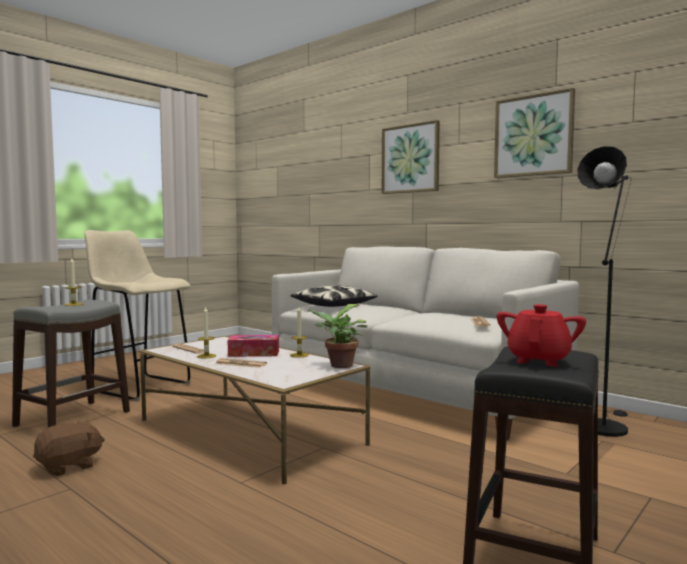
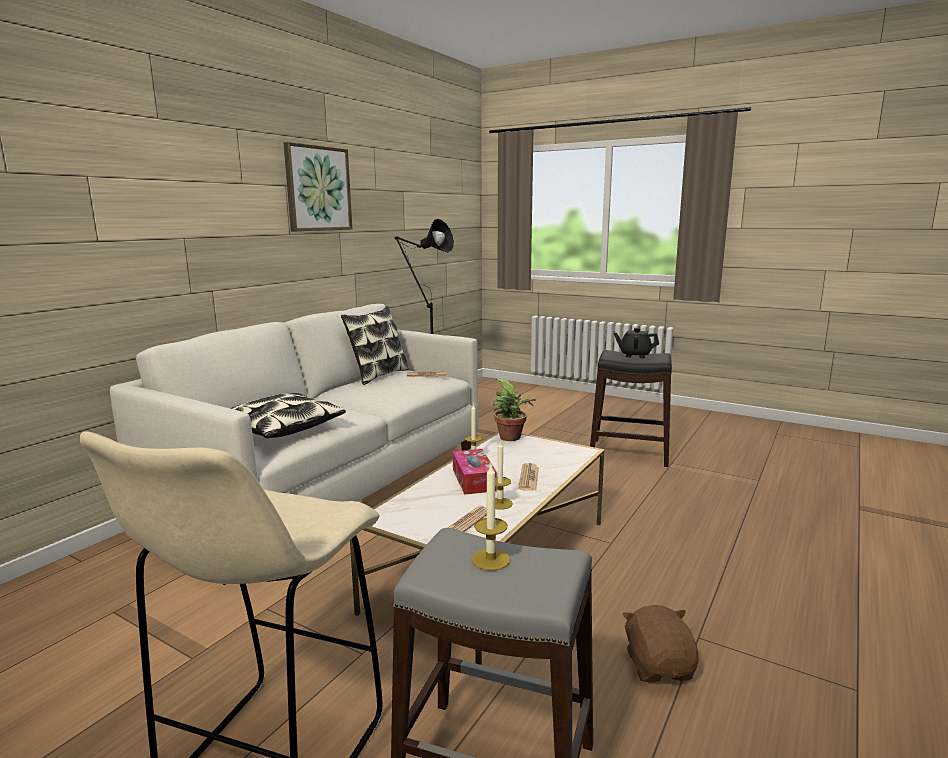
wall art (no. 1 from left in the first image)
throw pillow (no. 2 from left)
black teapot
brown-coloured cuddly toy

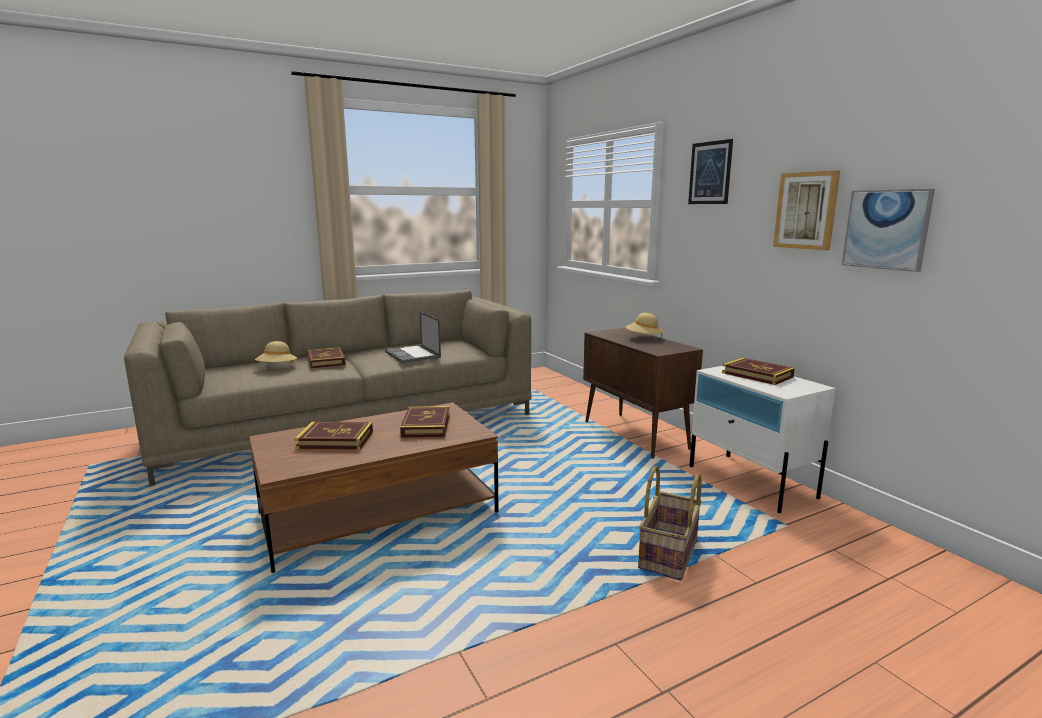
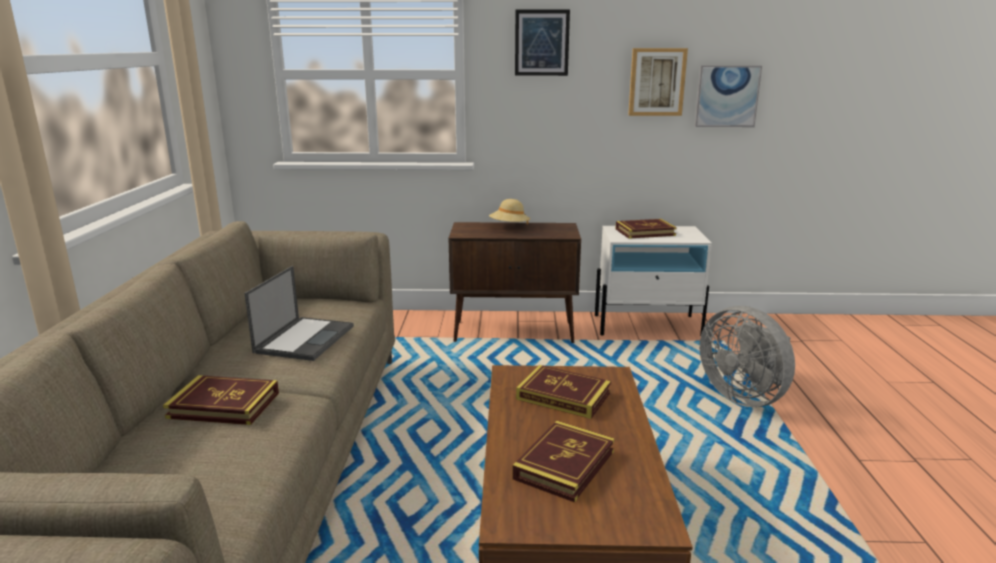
sand-coloured wearable hat (no. 1 from left in the first image)
gray cooling fan
portable computer

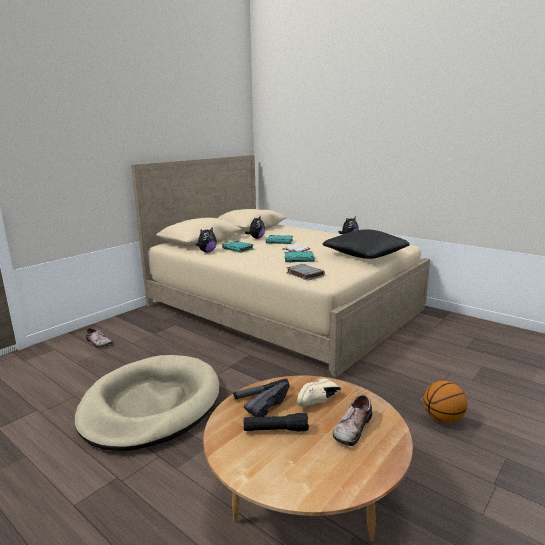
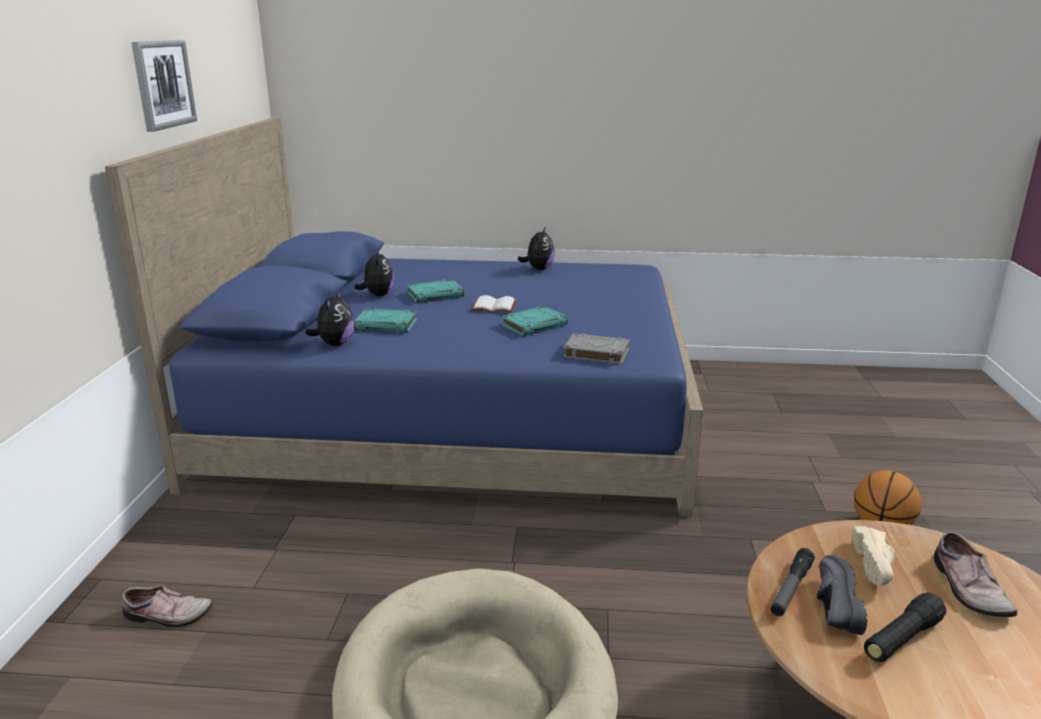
black throw pillow
wall art
blue bedroom bed

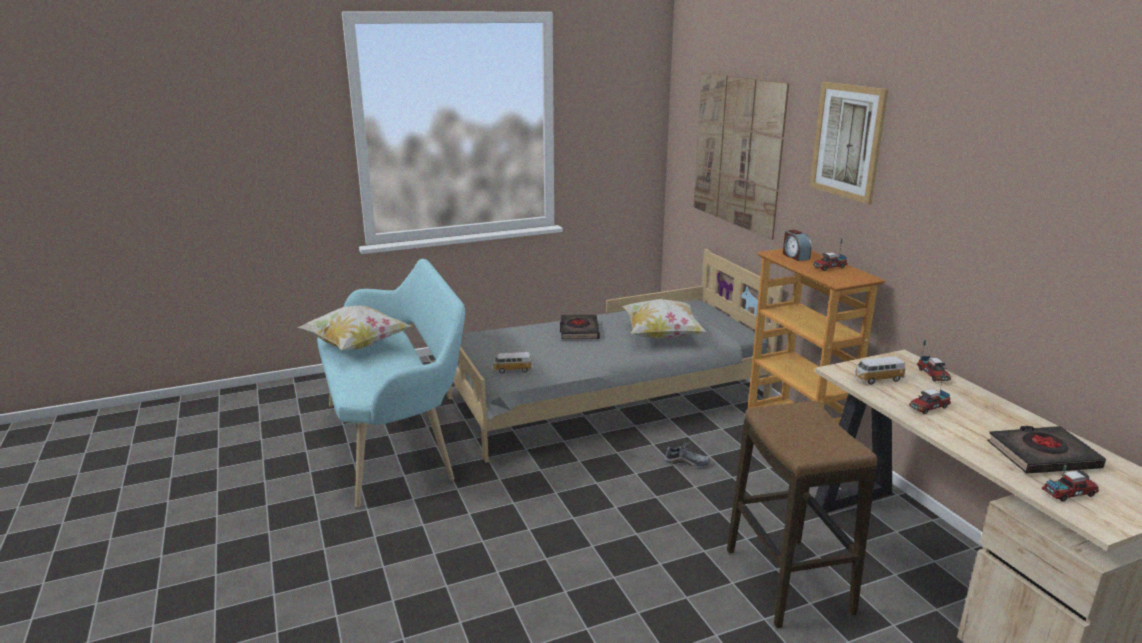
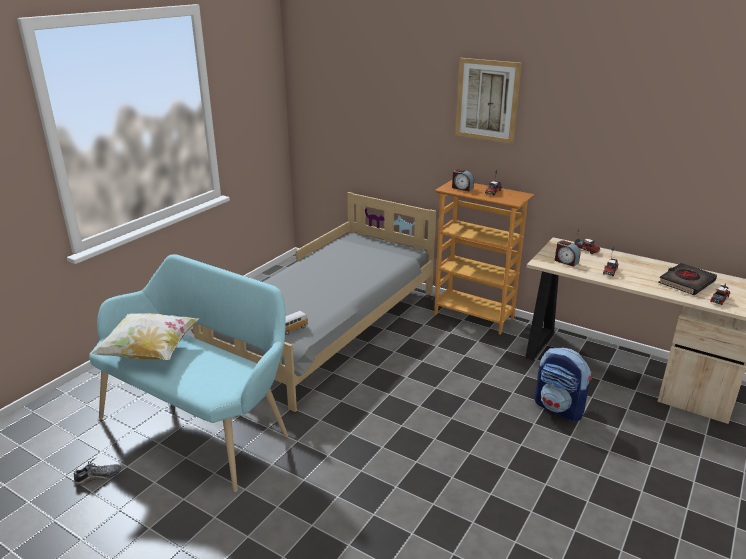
black bound book (no. 1 from left in the first image)
throw pillow (no. 2 from left in the first image)
wall art (no. 1 from left in the first image)
item of footwear
backpack
alarm clock (no. 2 from left)

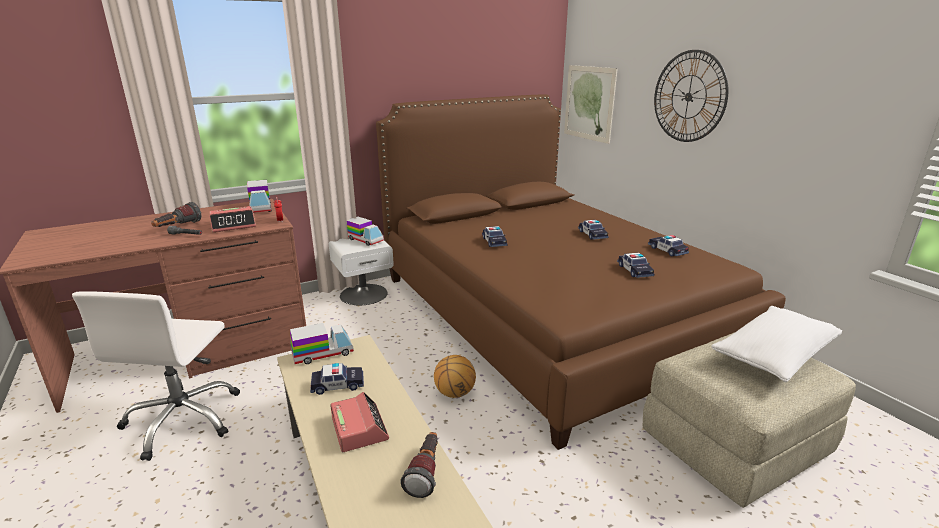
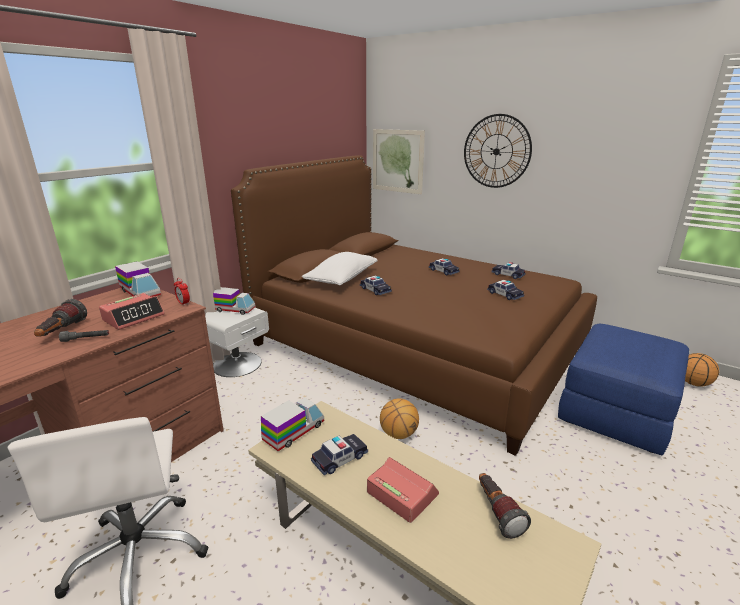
ball for basketball (no. 2 from left)
whitish throw pillow
blue footrest

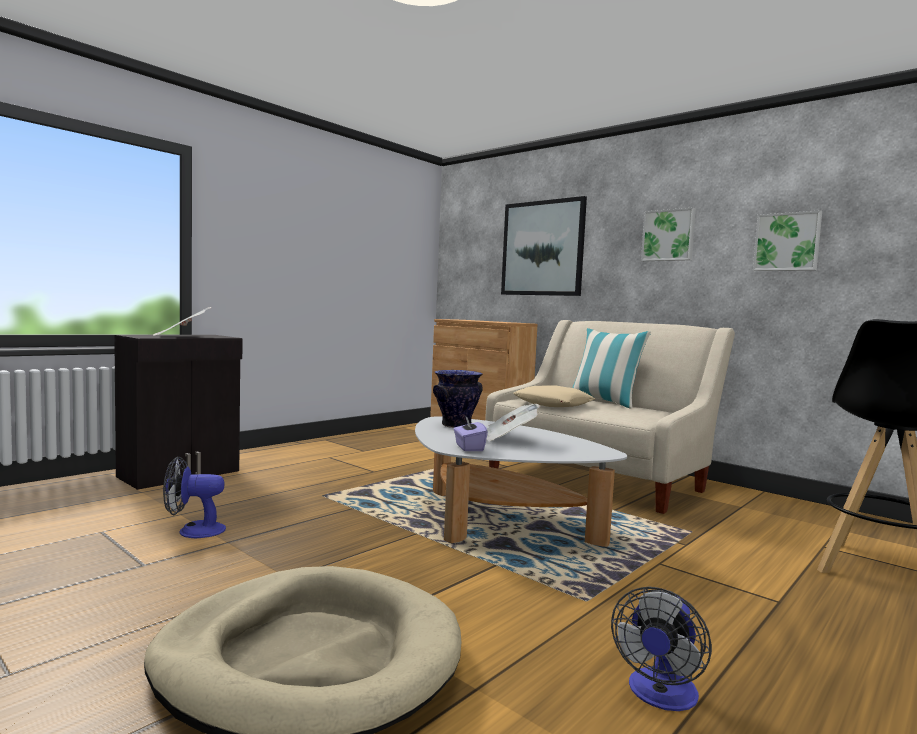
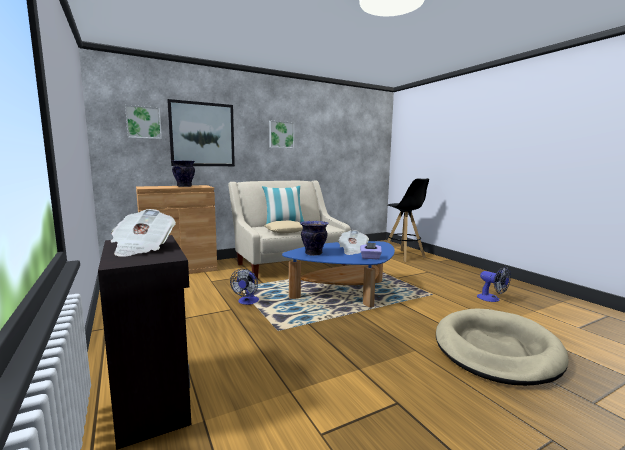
vase (no. 1 from left)
cooling fan (no. 1 from left)
wall art (no. 1 from left)
blue lounge table

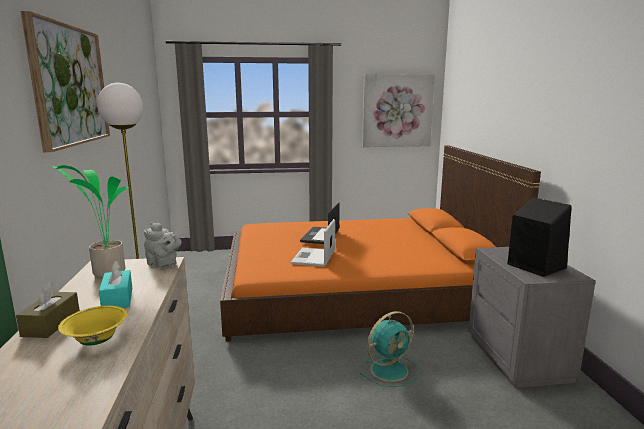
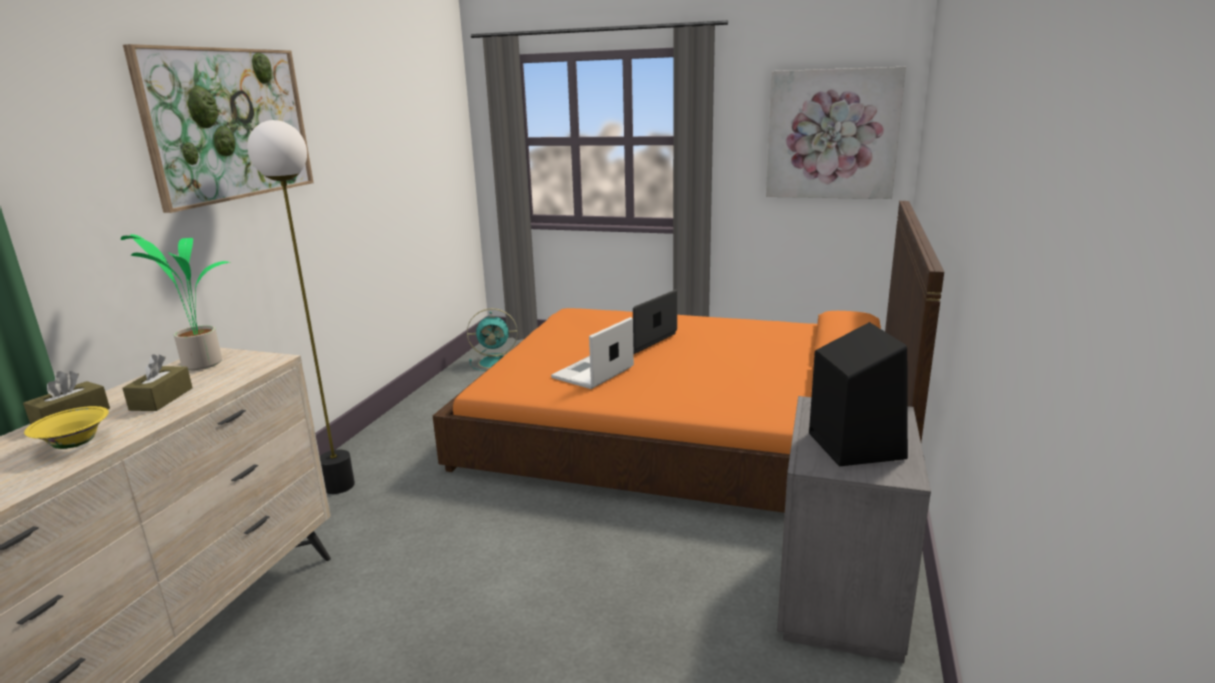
gray teapot
turquoise cooling fan
brown-coloured tissue holder (no. 2 from left)

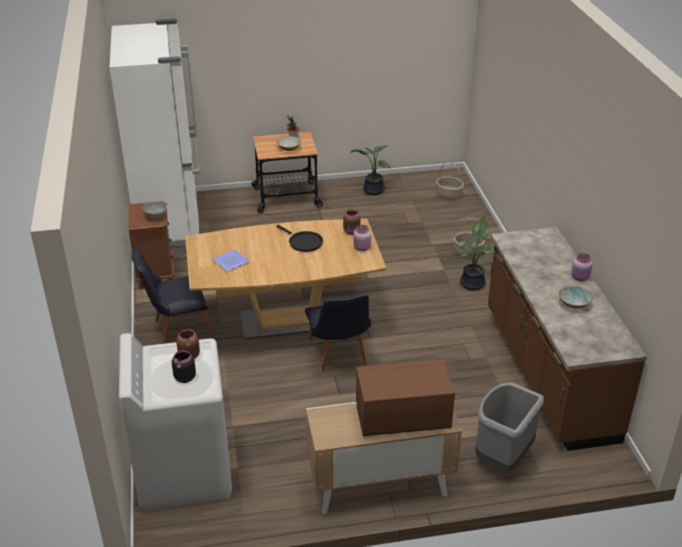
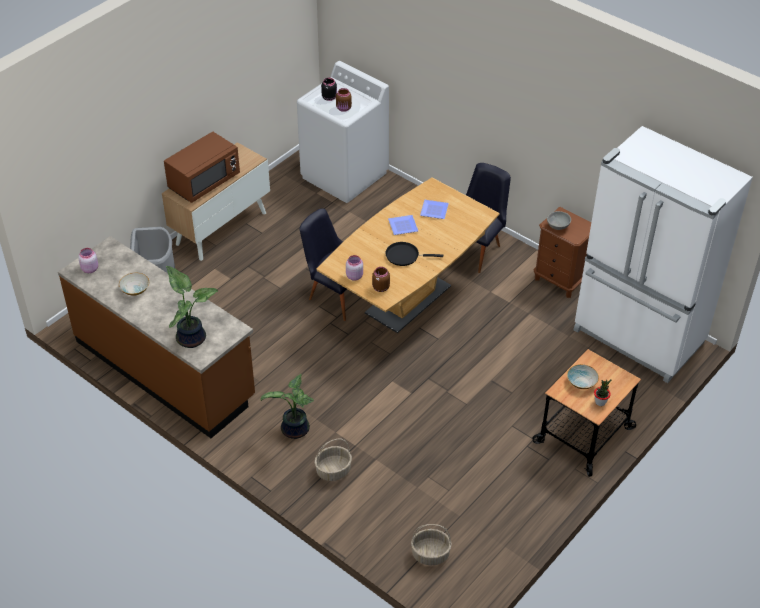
plate (no. 1 from left)
potted plant (no. 1 from left)
pink-coloured jar (no. 1 from left)

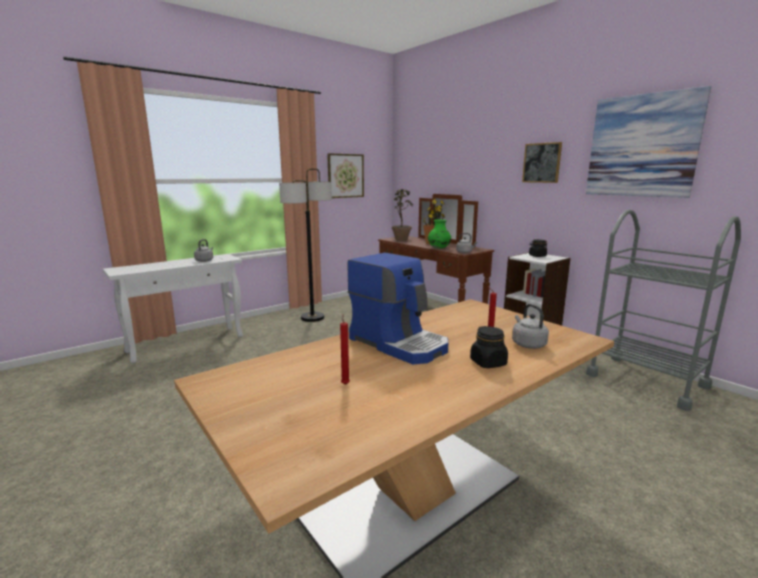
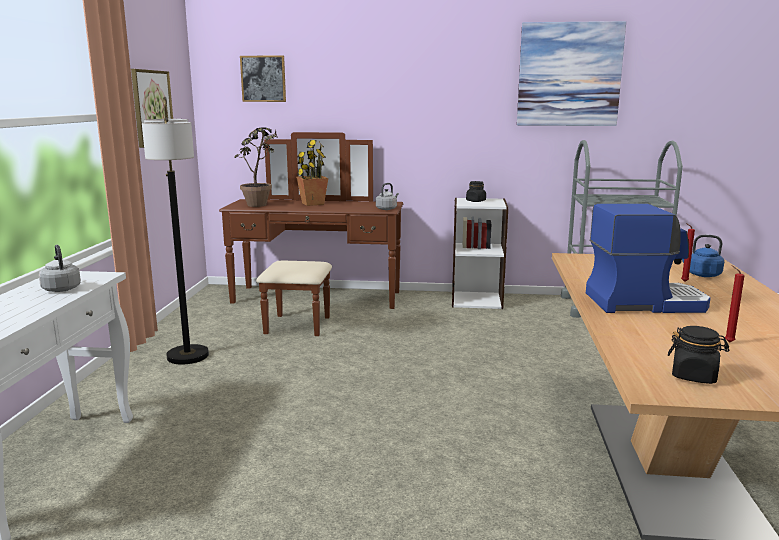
green-coloured vase
black jar (no. 2 from left)
wall art (no. 2 from left)
blue tea kettle

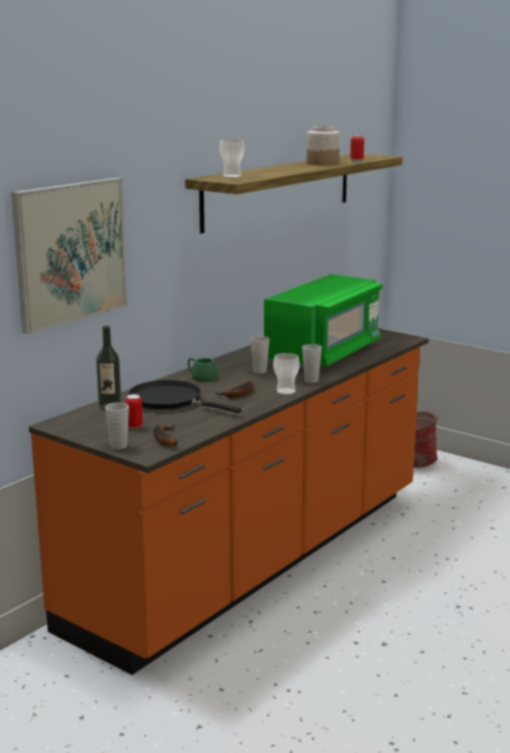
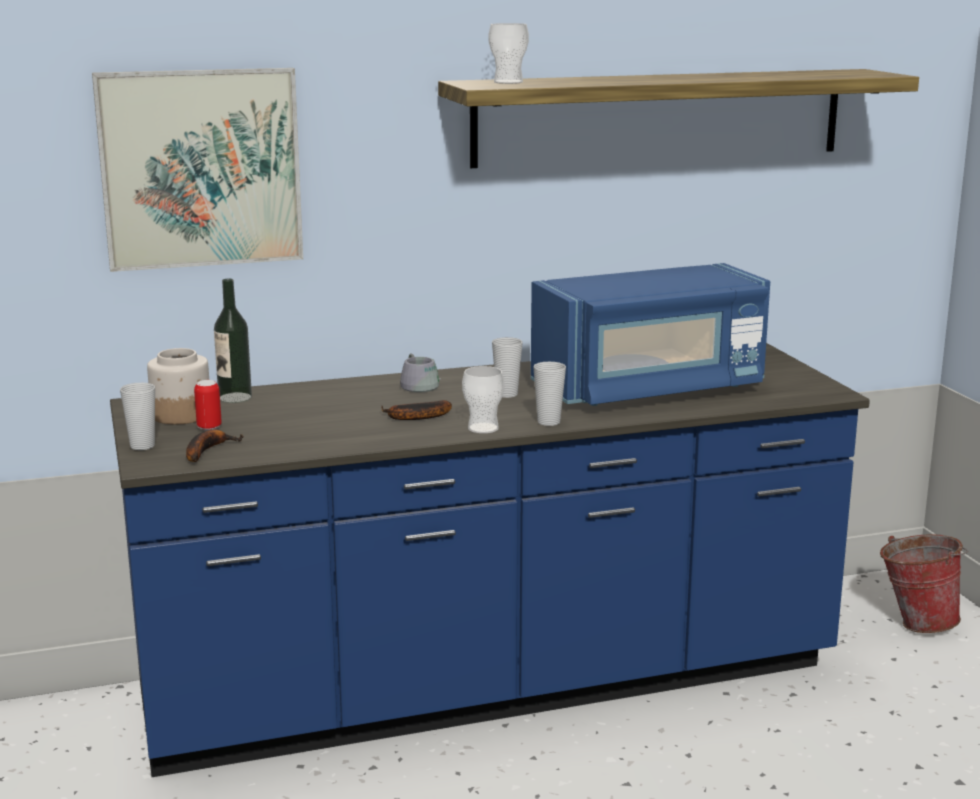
black skillet
metal can (no. 2 from left in the first image)
jar
blue kitchen base unit
gray coffee mug
blue microwave oven

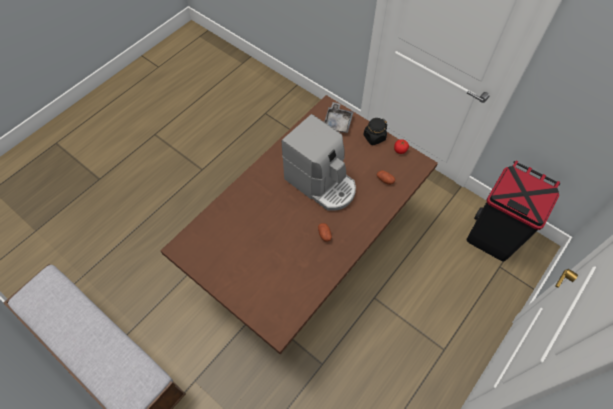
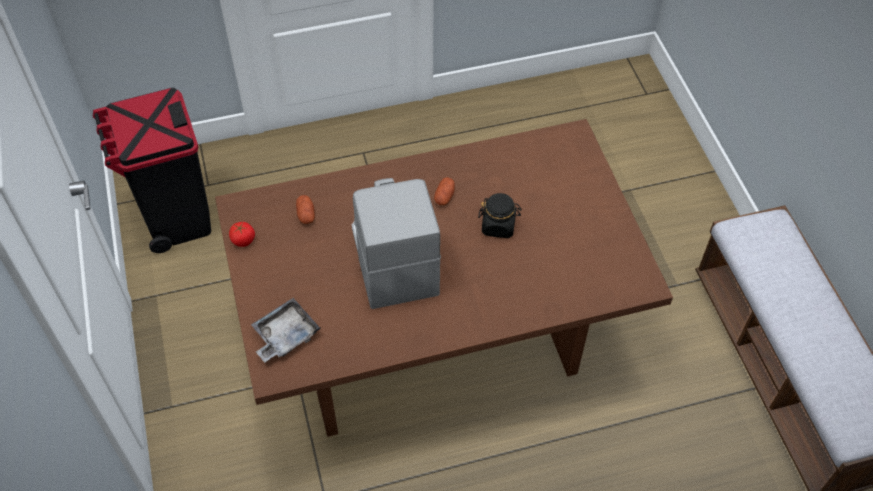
black jar

